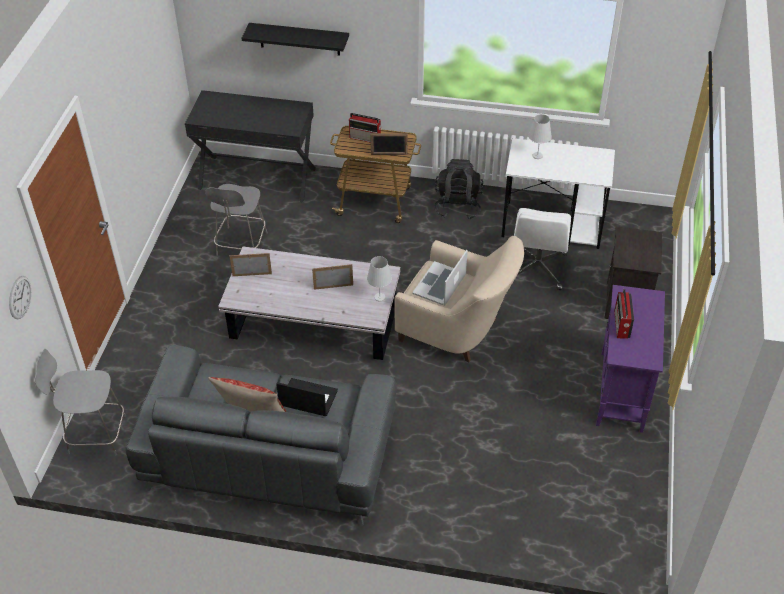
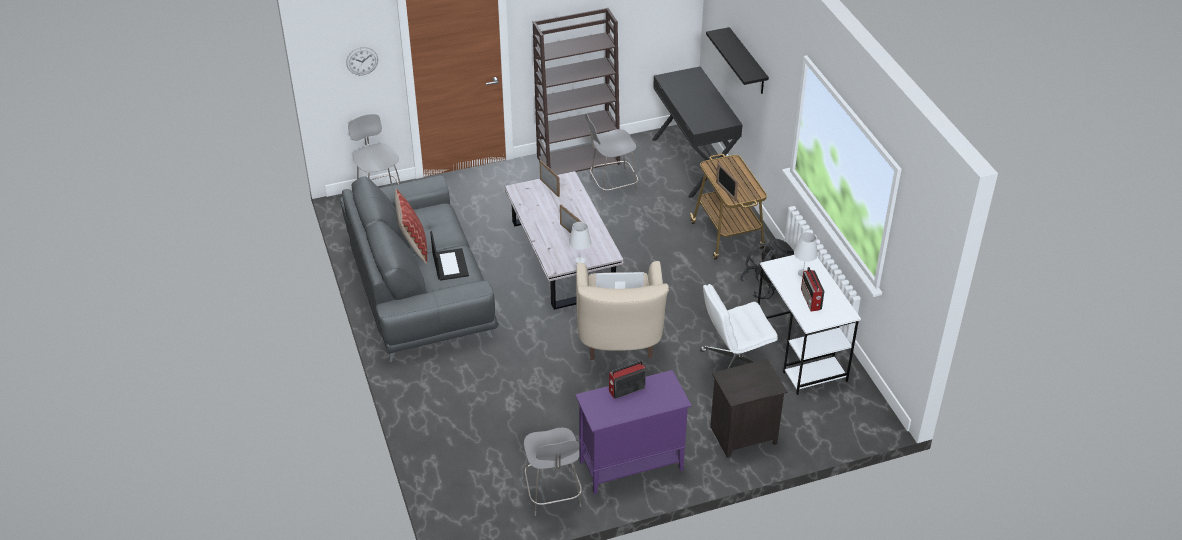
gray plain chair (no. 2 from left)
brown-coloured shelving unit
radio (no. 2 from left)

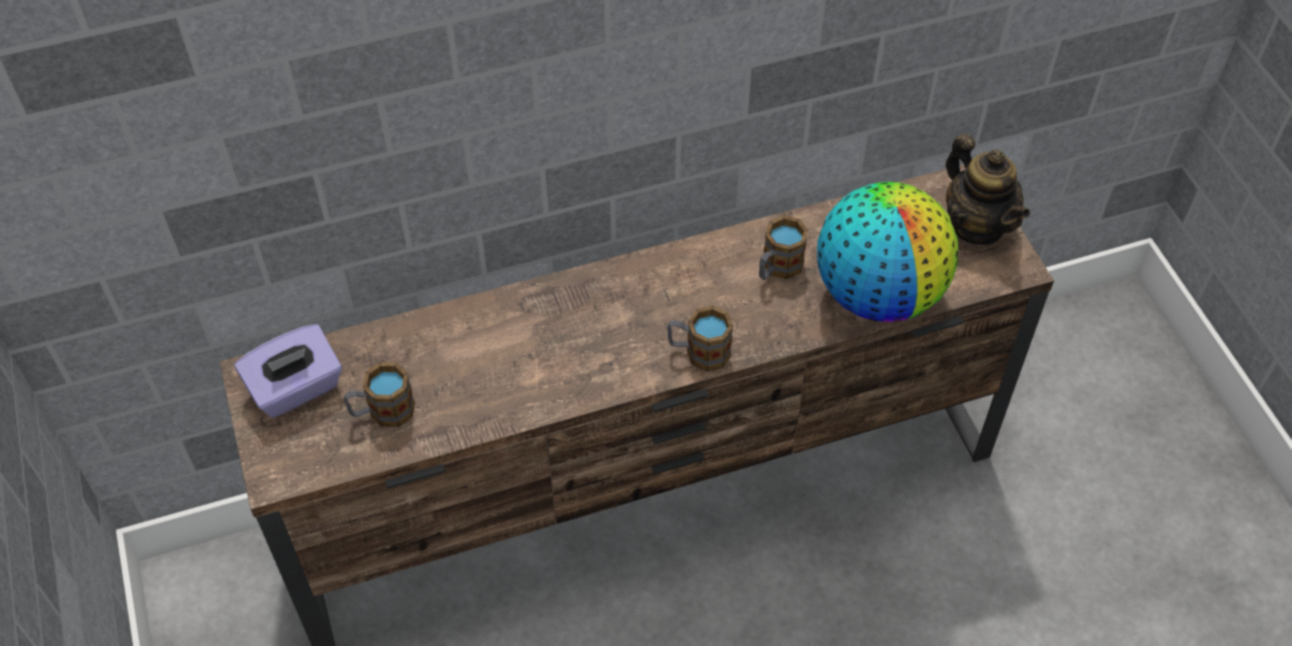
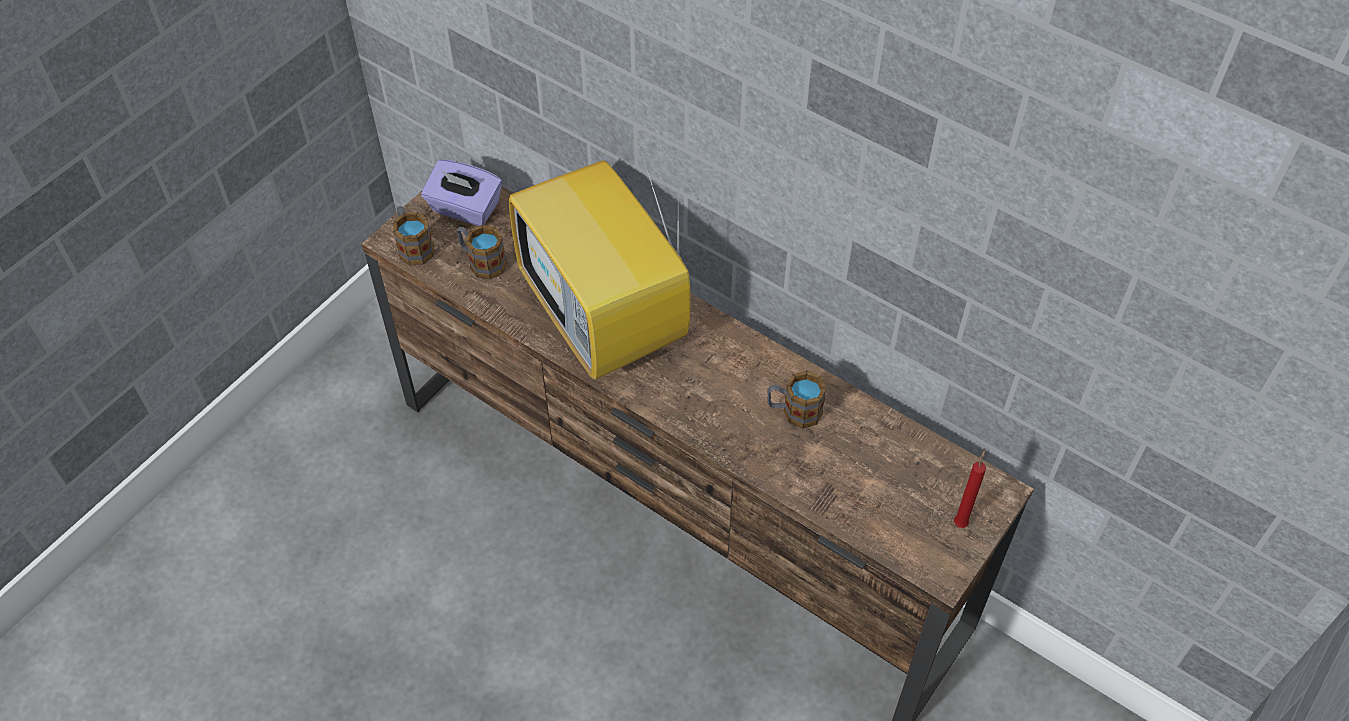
world globe
TV set
coffee mug (no. 1 from left)
reddish candle

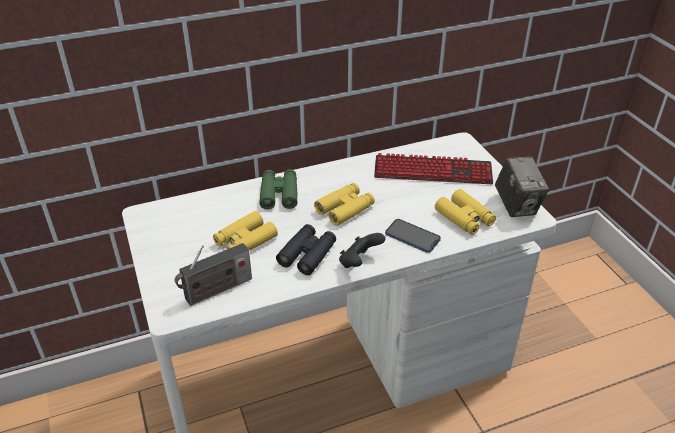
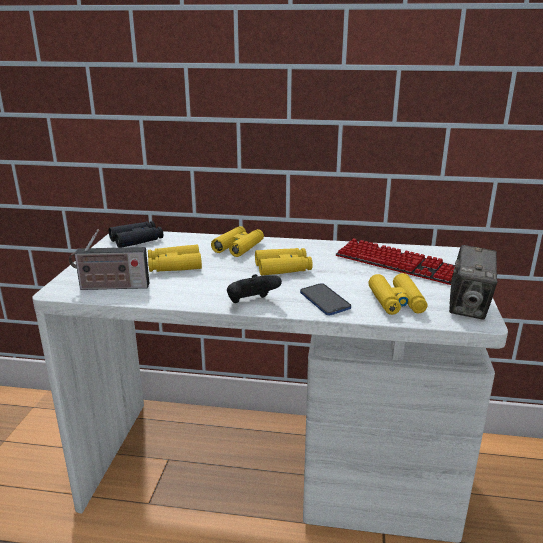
black binoculars
yellow-coloured binoculars (no. 2 from left)

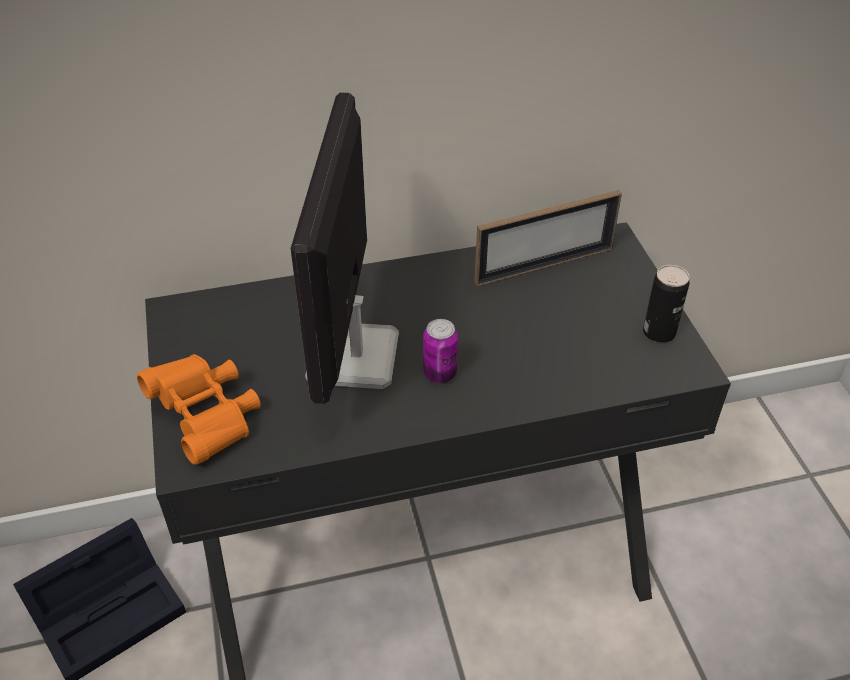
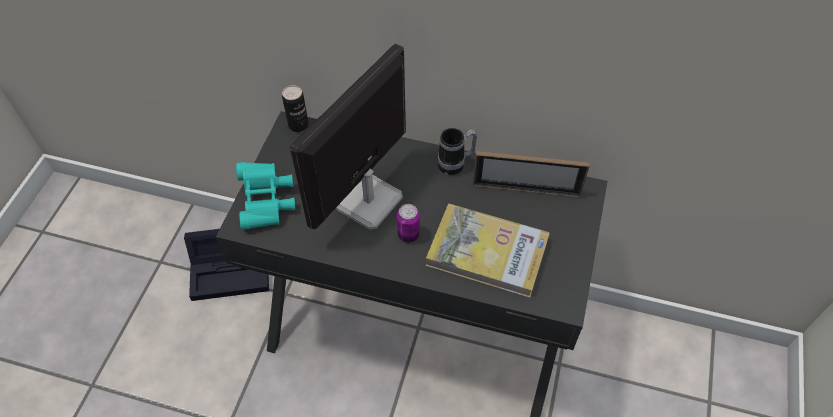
bound book
coffee mug
metal can (no. 1 from left)
turquoise binoculars

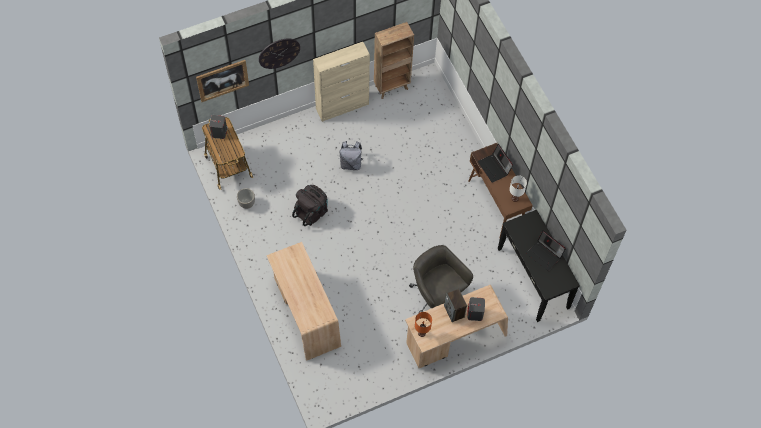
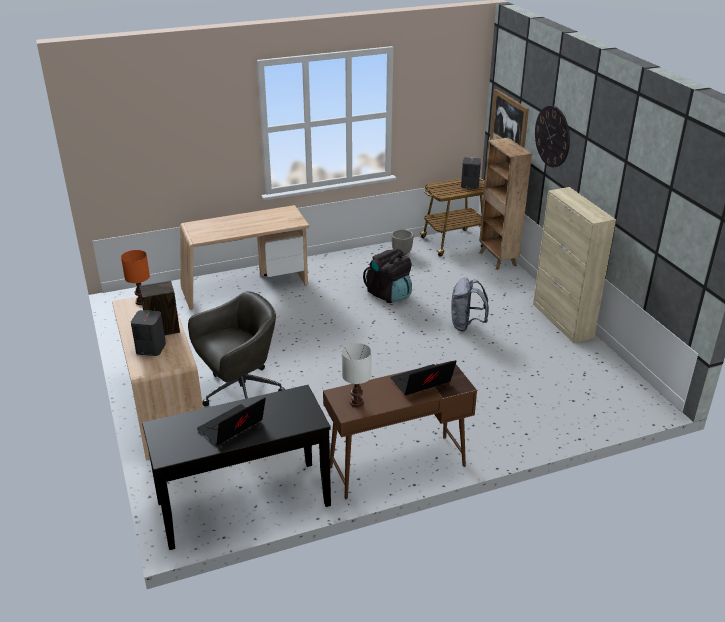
brown-coloured shelving unit

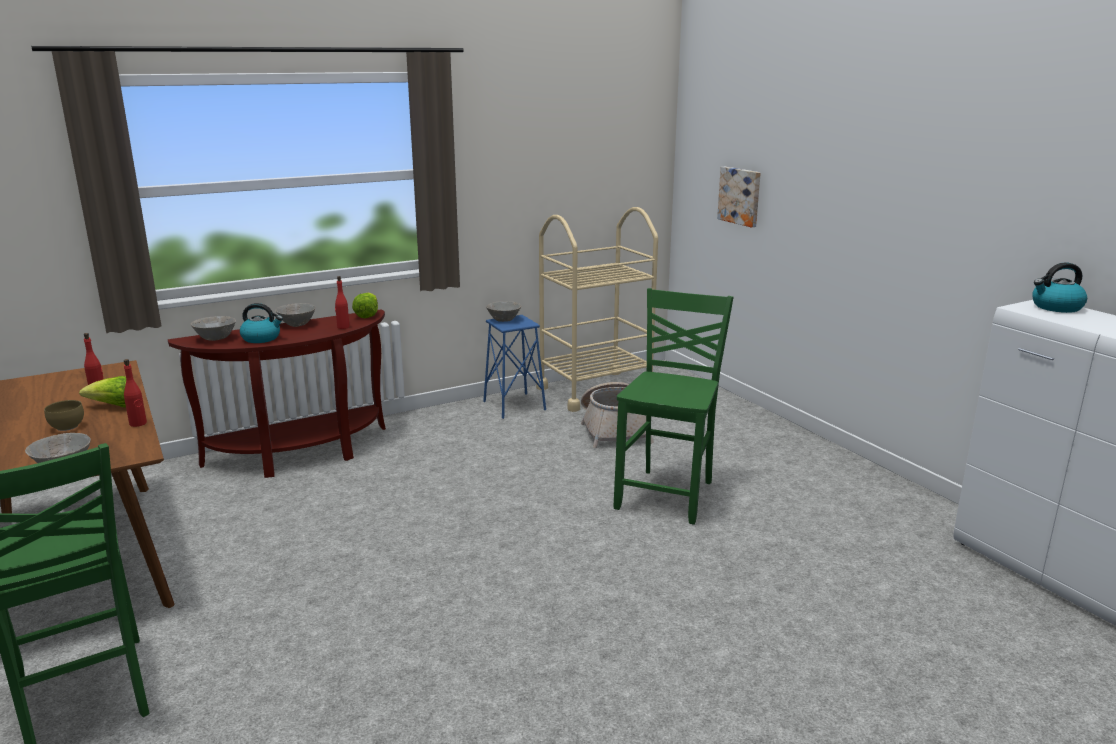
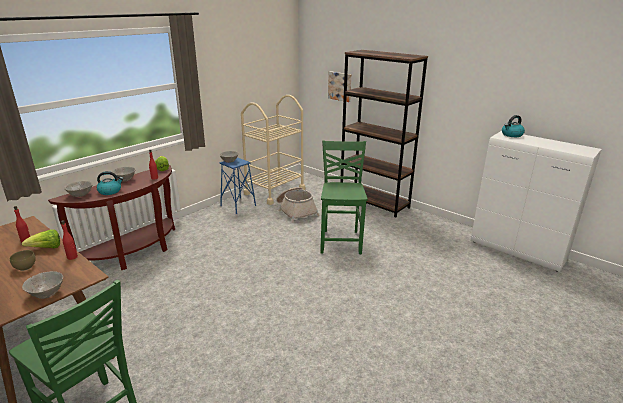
brown-coloured shelving unit

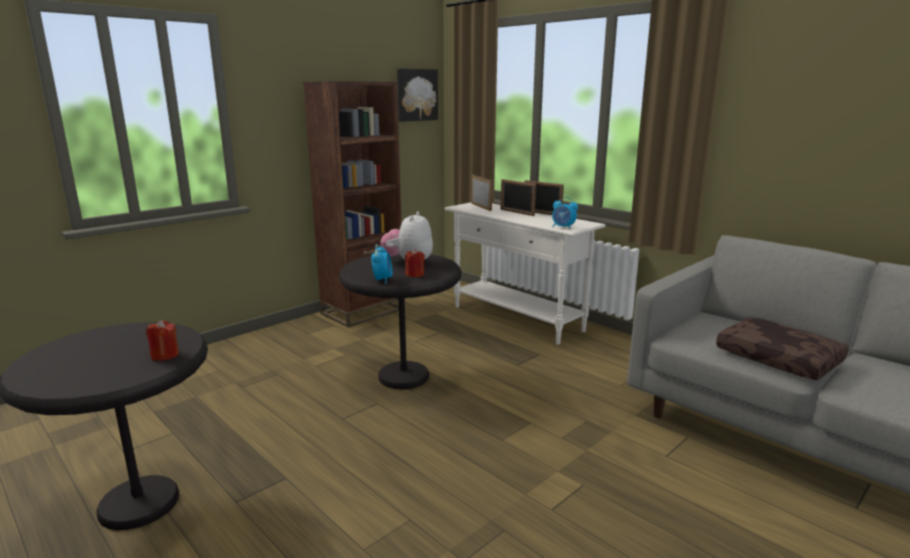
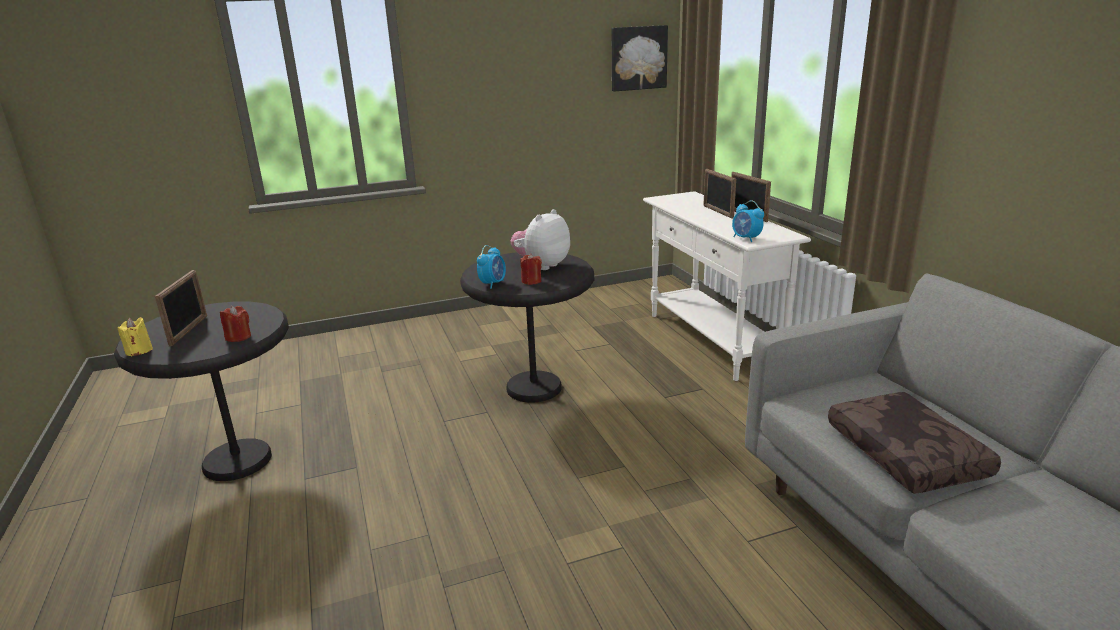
brown-coloured shelving unit
yellow-coloured candle
photo frame (no. 1 from left)

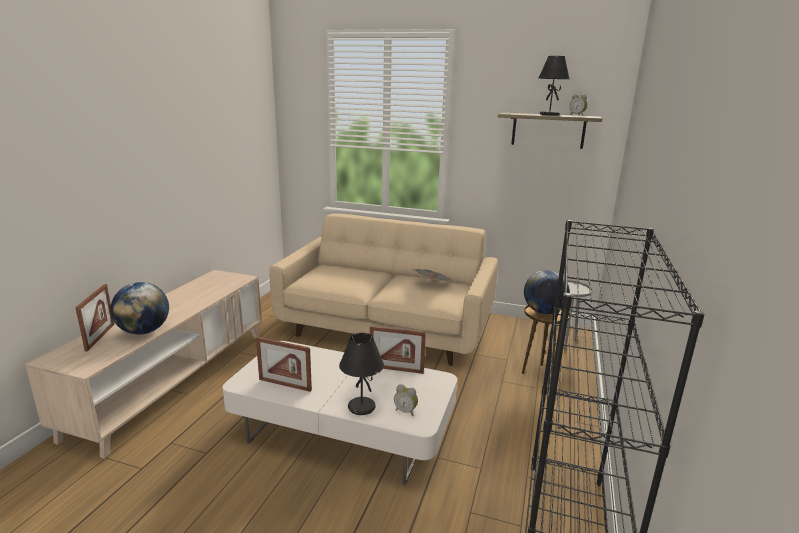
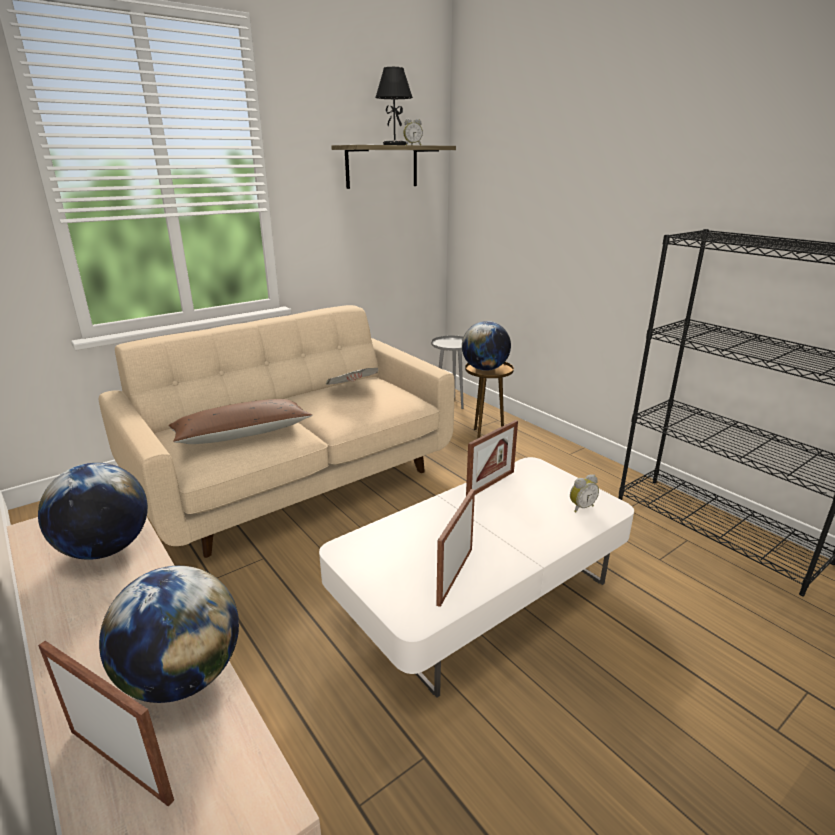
black lamp for a table (no. 1 from left in the first image)
world globe (no. 1 from left)
brown-coloured throw pillow
photo frame (no. 2 from left)

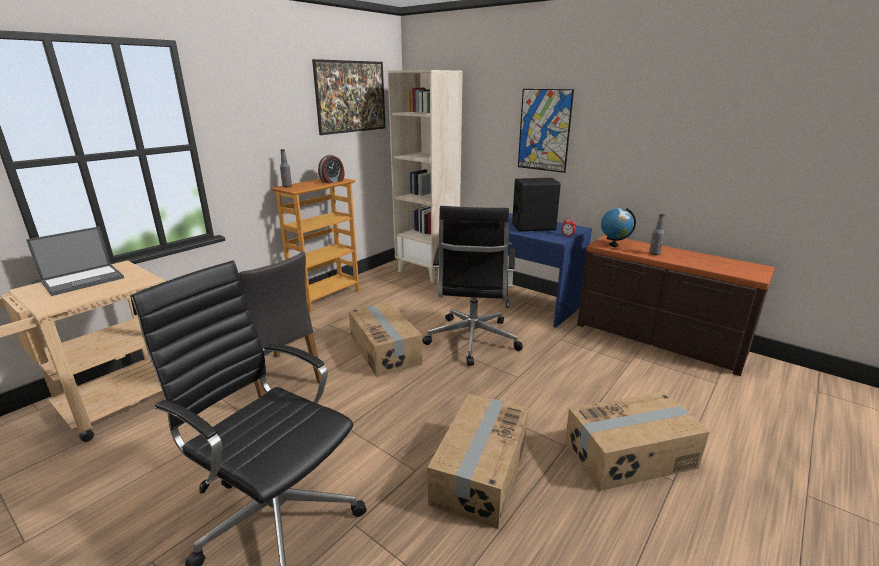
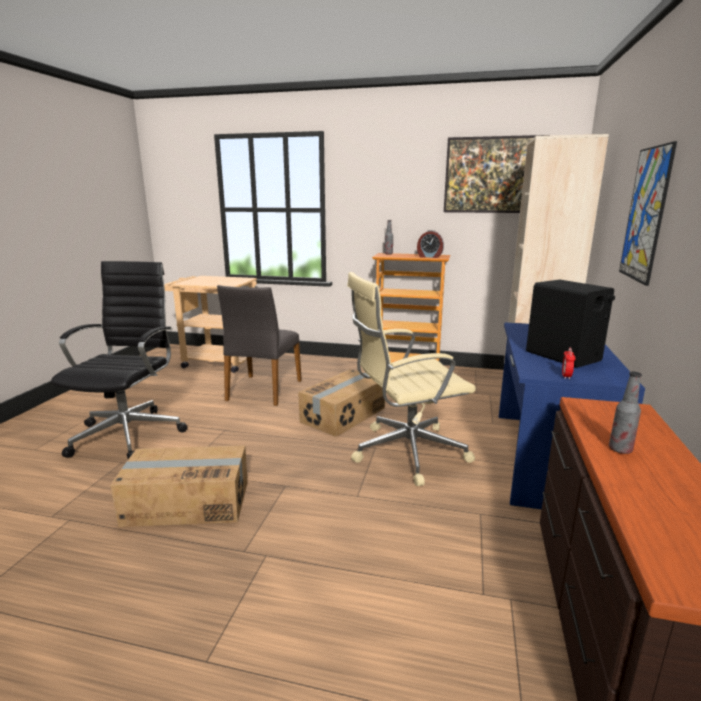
portable computer
packing box (no. 3 from left in the first image)
world globe
sand-coloured desk chair

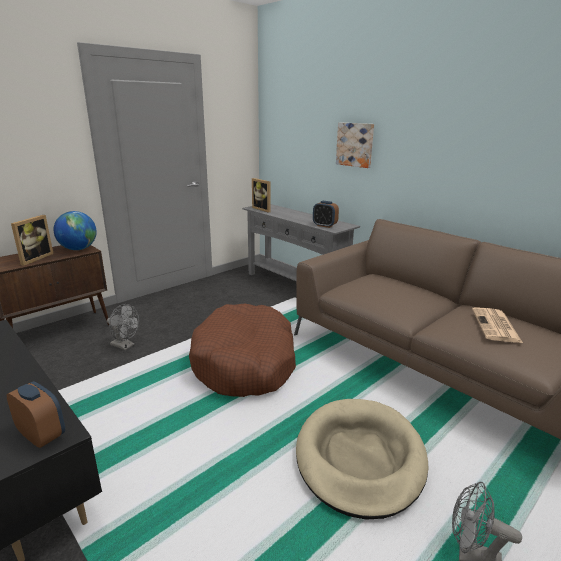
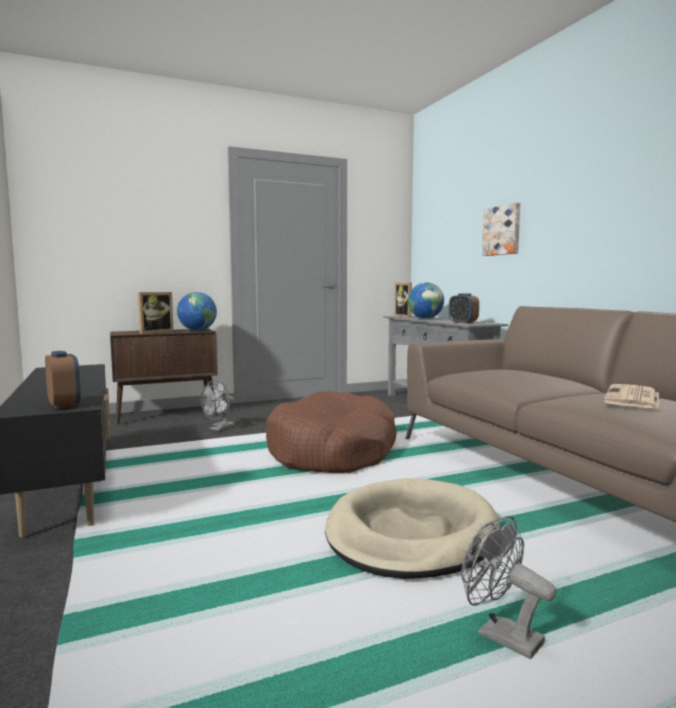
world globe (no. 2 from left)
gray cooling fan (no. 1 from left)

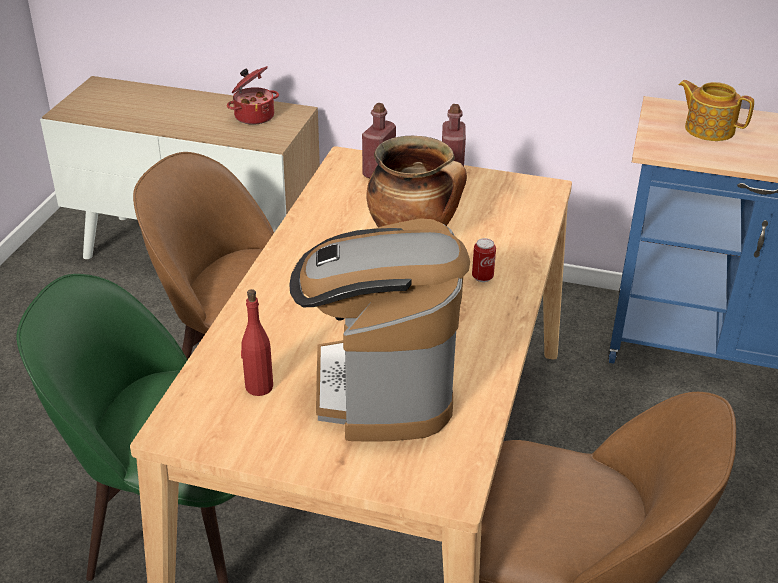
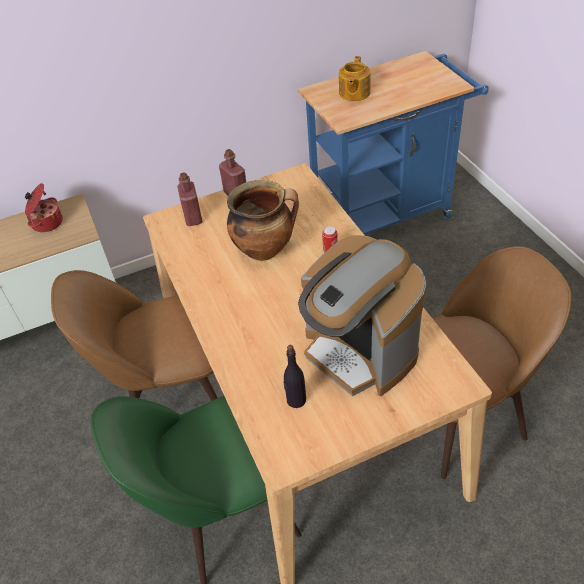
black drink bottle
teapot

